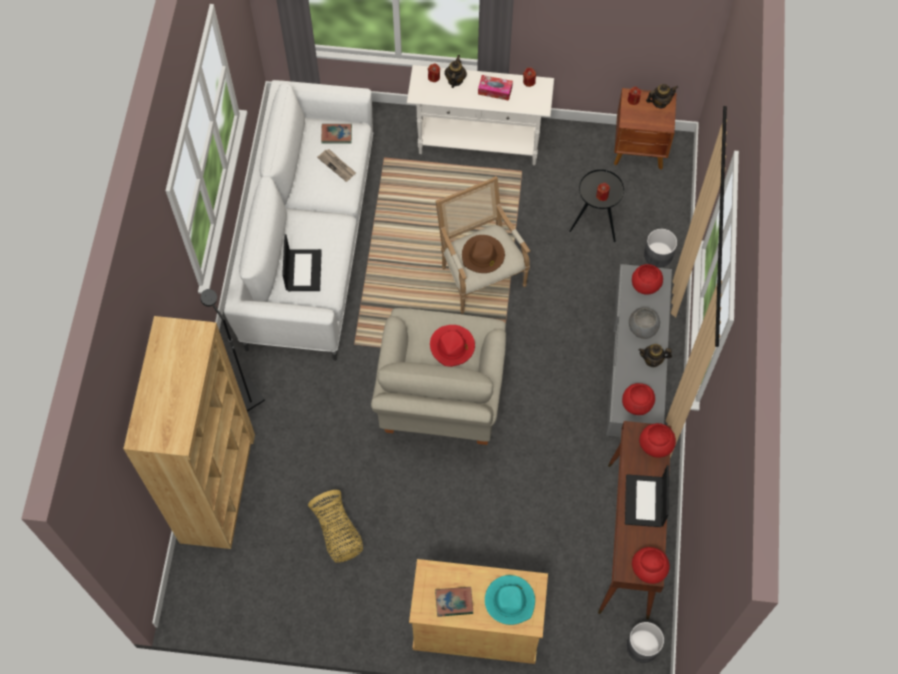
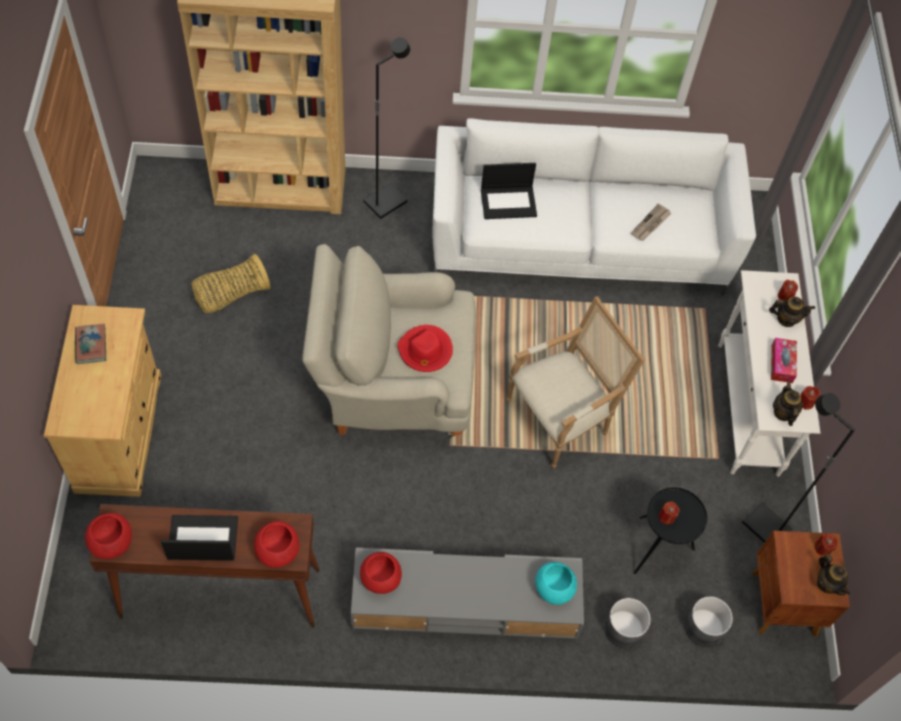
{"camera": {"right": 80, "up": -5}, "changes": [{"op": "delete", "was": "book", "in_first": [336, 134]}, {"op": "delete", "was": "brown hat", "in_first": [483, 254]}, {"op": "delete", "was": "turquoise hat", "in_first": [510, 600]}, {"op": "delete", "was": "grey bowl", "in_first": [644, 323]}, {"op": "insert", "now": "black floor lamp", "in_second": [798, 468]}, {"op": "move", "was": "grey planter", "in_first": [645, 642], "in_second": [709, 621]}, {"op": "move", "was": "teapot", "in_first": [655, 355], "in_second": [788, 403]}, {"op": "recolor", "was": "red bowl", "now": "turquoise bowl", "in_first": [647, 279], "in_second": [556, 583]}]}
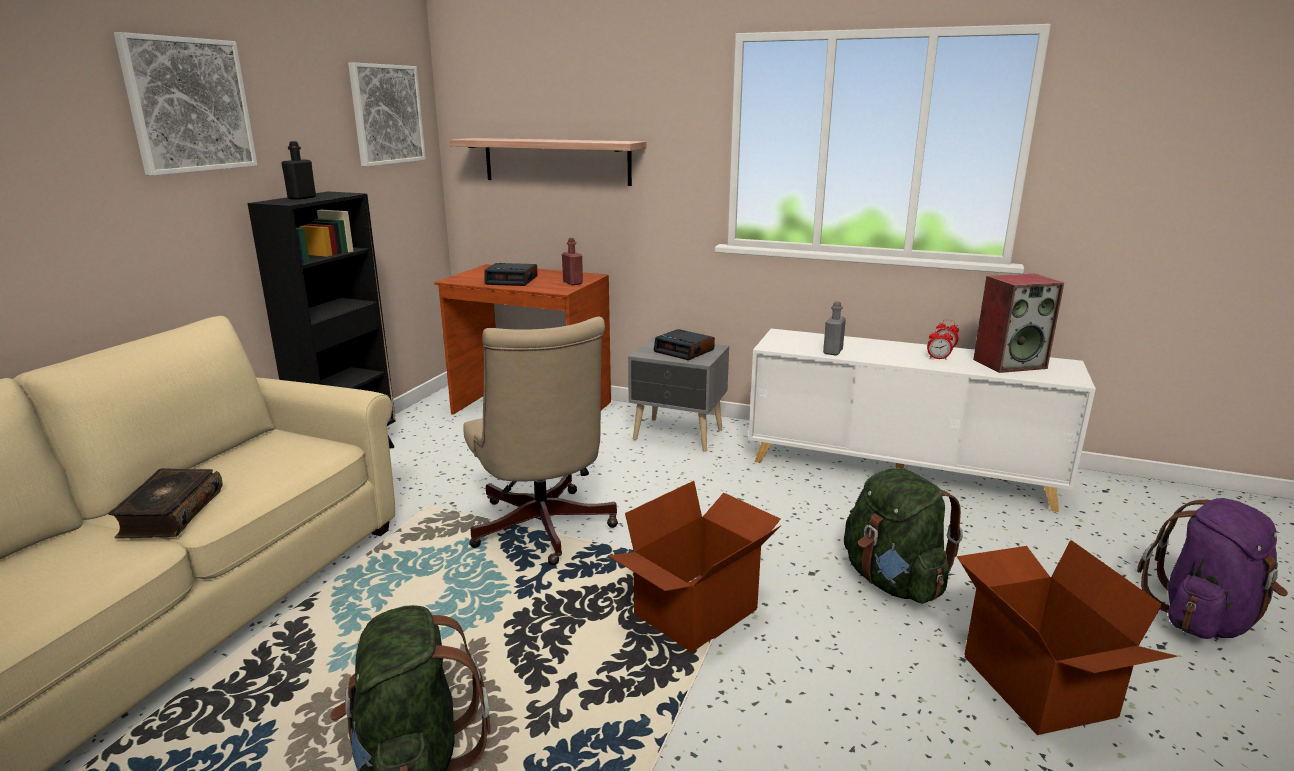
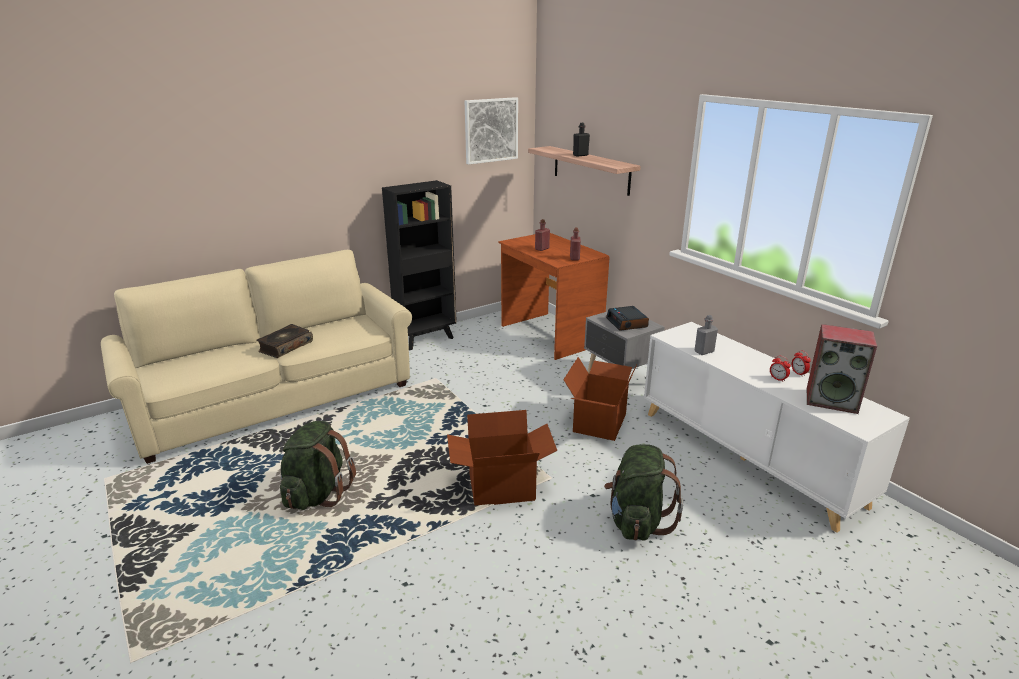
{"camera": {"right": 35, "up": 5}, "changes": [{"op": "delete", "was": "picture", "in_first": [185, 104]}, {"op": "delete", "was": "beige office chair", "in_first": [540, 441]}, {"op": "delete", "was": "purple backpack", "in_first": [1212, 568]}, {"op": "move", "was": "black bottle", "in_first": [298, 170], "in_second": [581, 140]}, {"op": "move", "was": "cardboard box", "in_first": [1067, 637], "in_second": [600, 399]}, {"op": "replace", "was": "alarm clock", "now": "red bottle", "in_first": [511, 274], "in_second": [542, 235]}]}
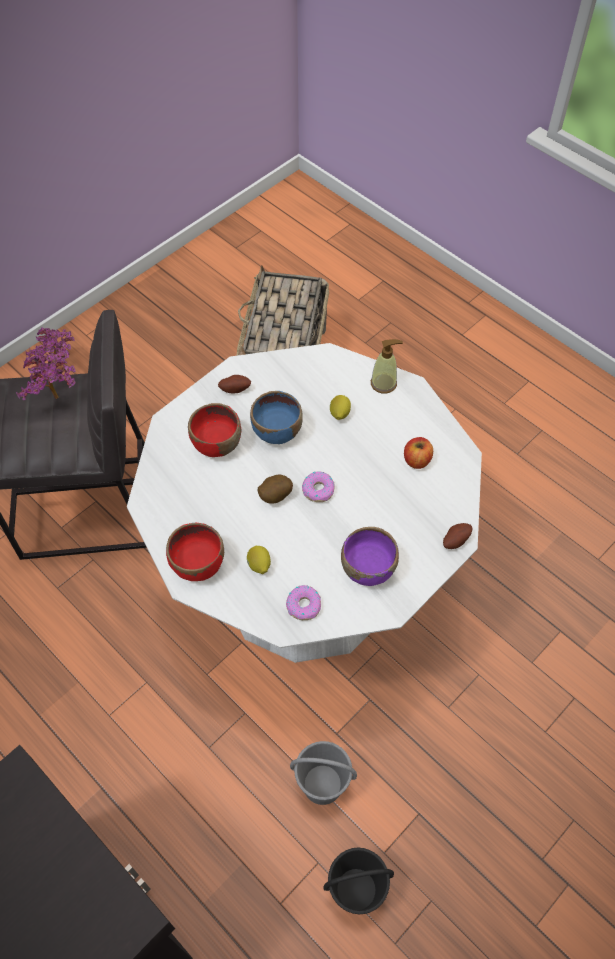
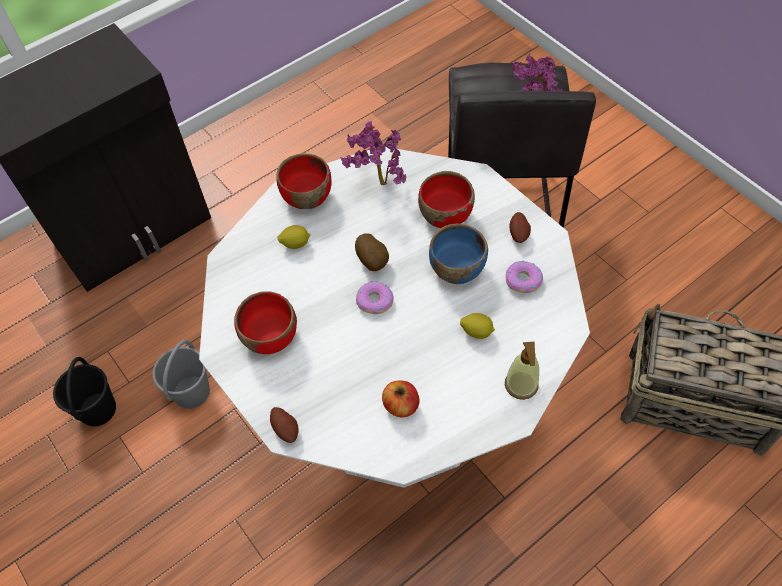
{"camera": {"right": 100, "up": 0}, "changes": [{"op": "move", "was": "potted plant", "in_first": [50, 344], "in_second": [373, 153]}, {"op": "move", "was": "donut", "in_first": [303, 602], "in_second": [524, 277]}, {"op": "recolor", "was": "purple bowl", "now": "red bowl", "in_first": [370, 556], "in_second": [265, 322]}]}
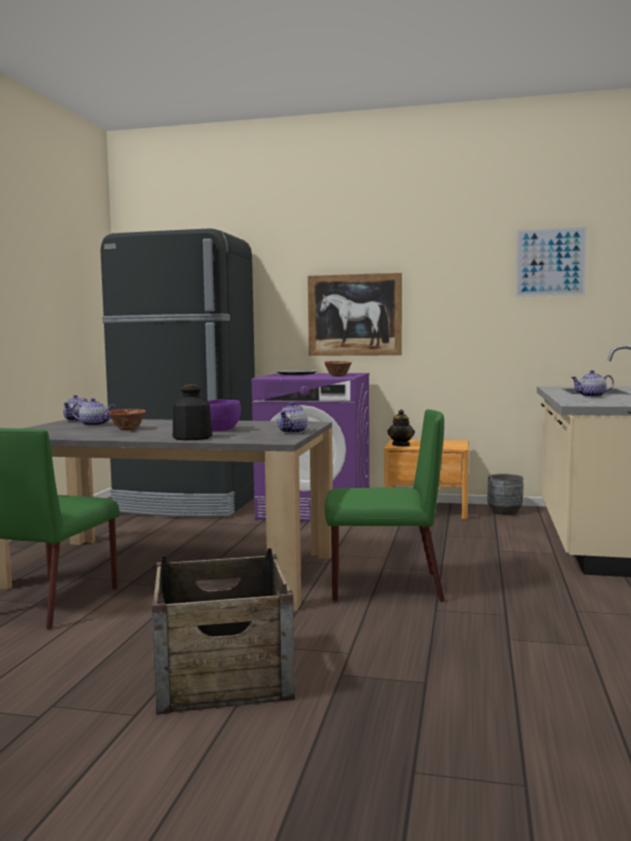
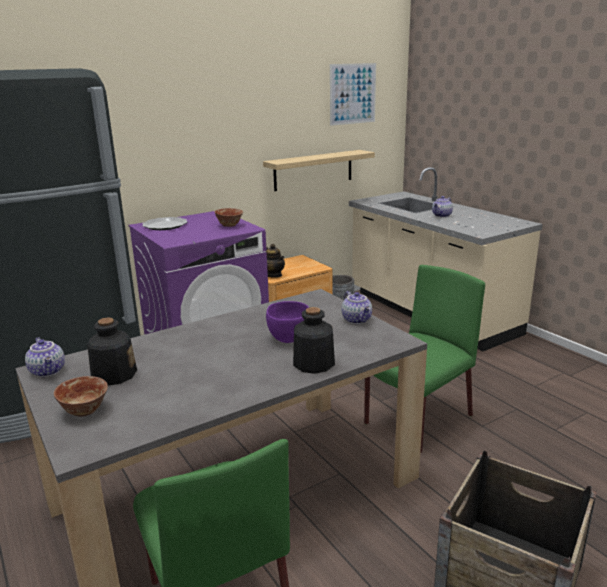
{"camera": {"right": -45, "up": 15}, "changes": [{"op": "delete", "was": "picture", "in_first": [355, 314]}, {"op": "insert", "now": "shelf", "in_second": [319, 170]}, {"op": "move", "was": "bowl", "in_first": [127, 419], "in_second": [81, 396]}, {"op": "replace", "was": "teapot", "now": "bottle", "in_first": [93, 412], "in_second": [112, 351]}]}
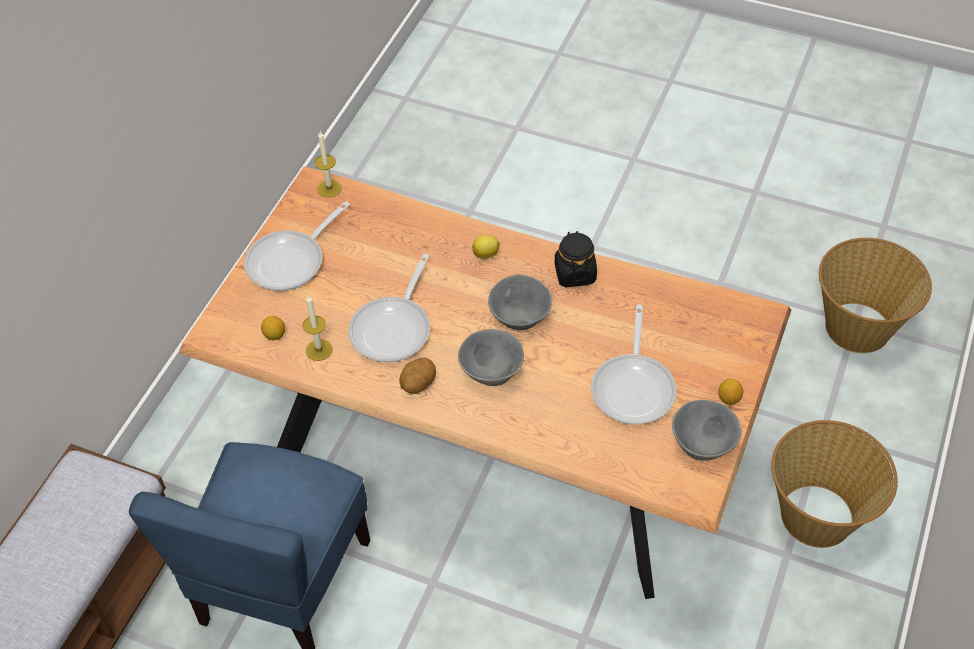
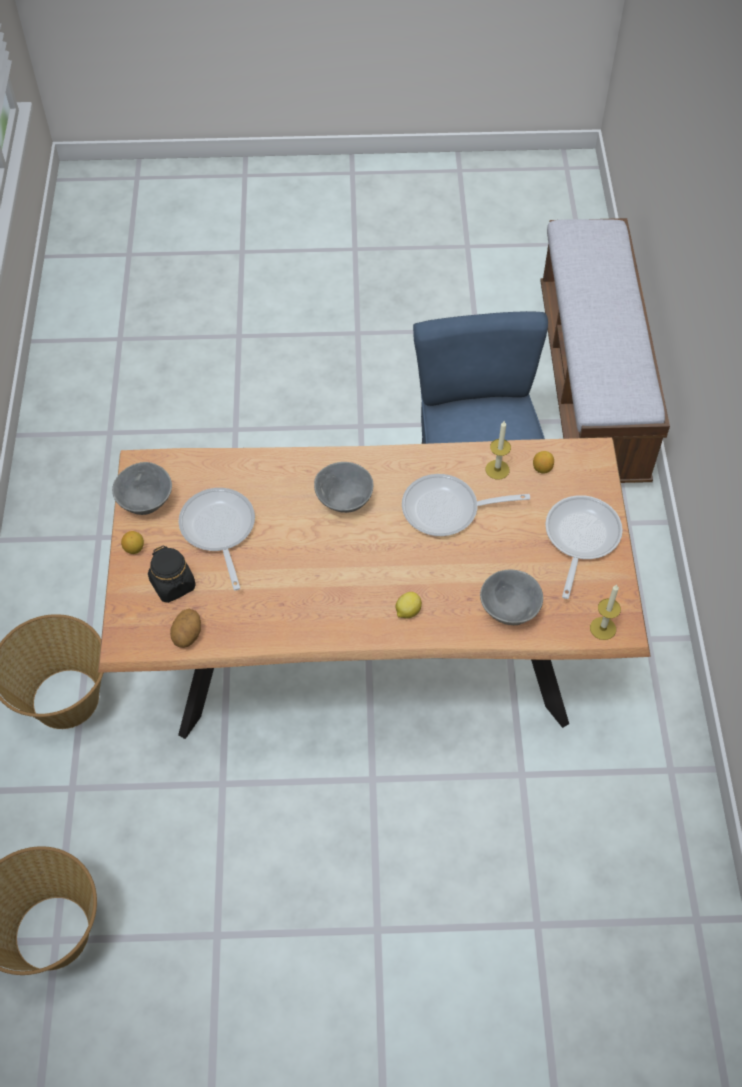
{"camera": {"right": 155, "up": 5}, "changes": [{"op": "move", "was": "potato", "in_first": [417, 376], "in_second": [185, 628]}, {"op": "move", "was": "grey bowl", "in_first": [520, 302], "in_second": [511, 597]}, {"op": "move", "was": "black jar", "in_first": [576, 259], "in_second": [172, 574]}, {"op": "rotate", "was": "frying pan", "in_first": [389, 308], "in_second": [466, 505], "clockwise": -90}]}
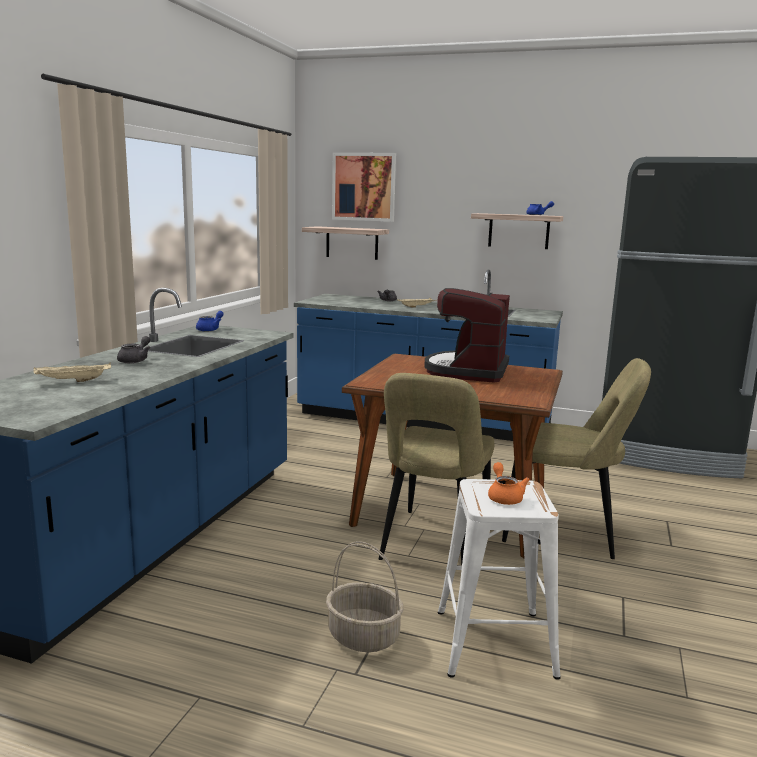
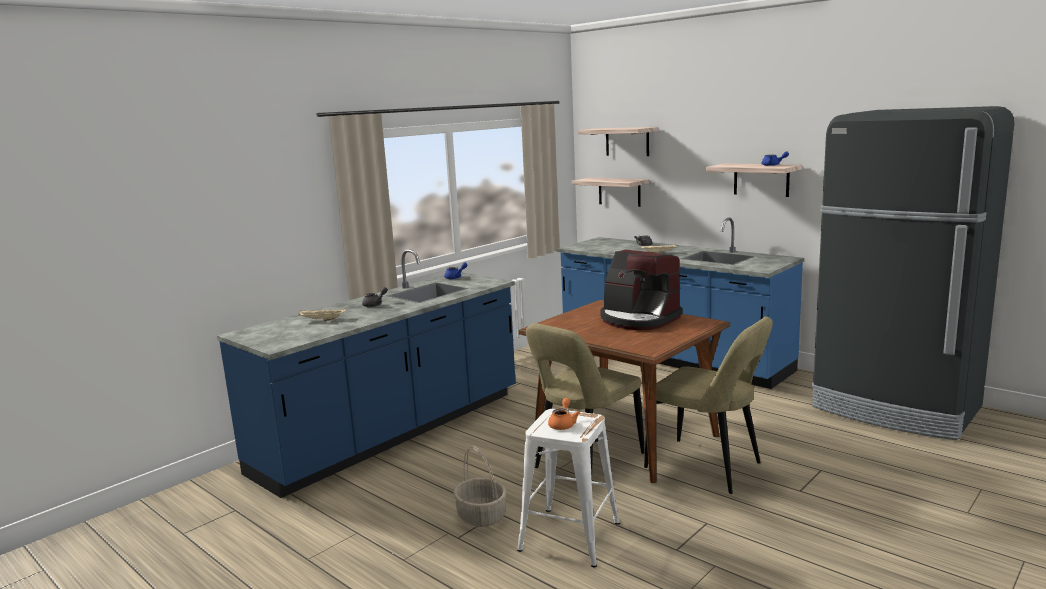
{"camera": {"right": 25, "up": 0}, "changes": [{"op": "replace", "was": "picture", "now": "shelf", "in_first": [364, 187], "in_second": [618, 141]}, {"op": "rotate", "was": "coffee machine", "in_first": [467, 335], "in_second": [641, 290], "clockwise": -90}]}
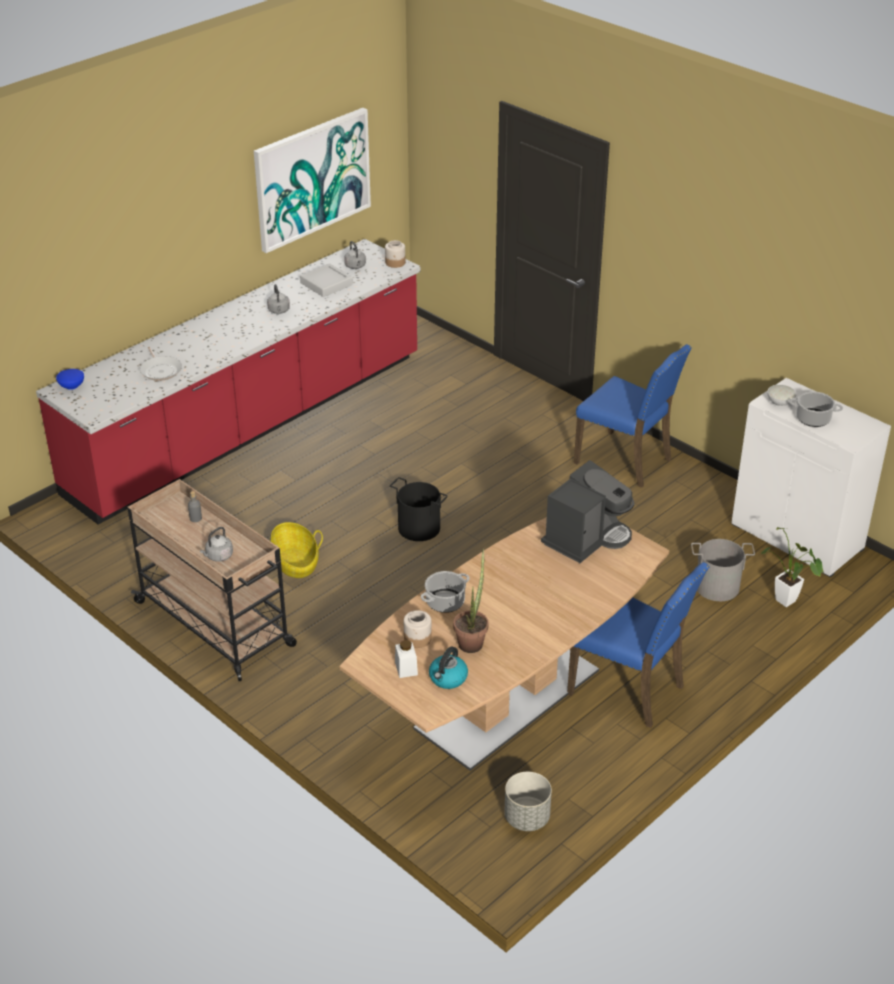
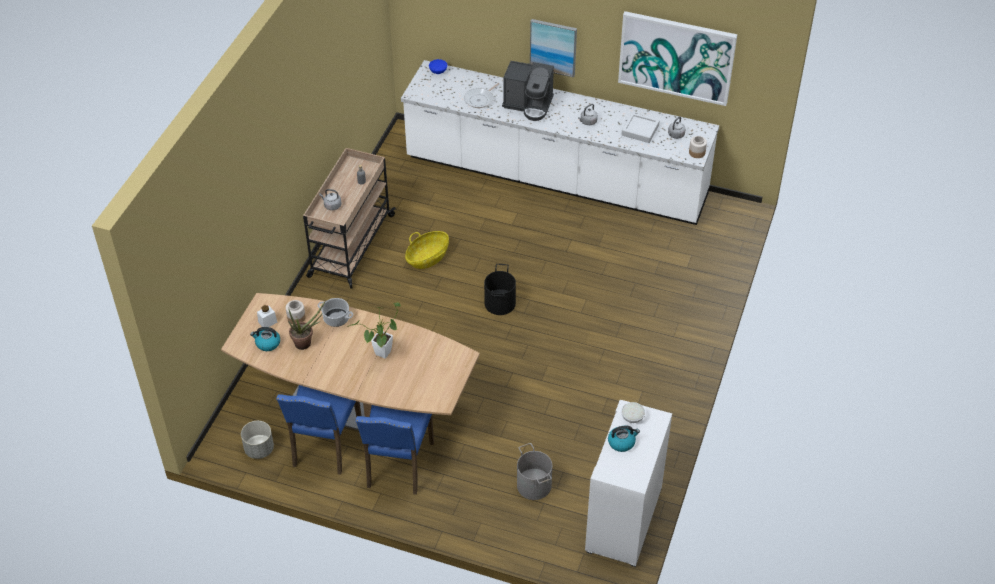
{"camera": {"right": 65, "up": 10}, "changes": [{"op": "insert", "now": "picture", "in_second": [553, 48]}, {"op": "move", "was": "coffee machine", "in_first": [587, 511], "in_second": [528, 91]}, {"op": "move", "was": "blue chair", "in_first": [633, 416], "in_second": [319, 430]}, {"op": "move", "was": "potted plant", "in_first": [792, 567], "in_second": [375, 330]}, {"op": "replace", "was": "cooking pot", "now": "kettle", "in_first": [816, 409], "in_second": [624, 438]}, {"op": "recolor", "was": "red counter", "now": "white counter", "in_first": [228, 382], "in_second": [560, 142]}]}
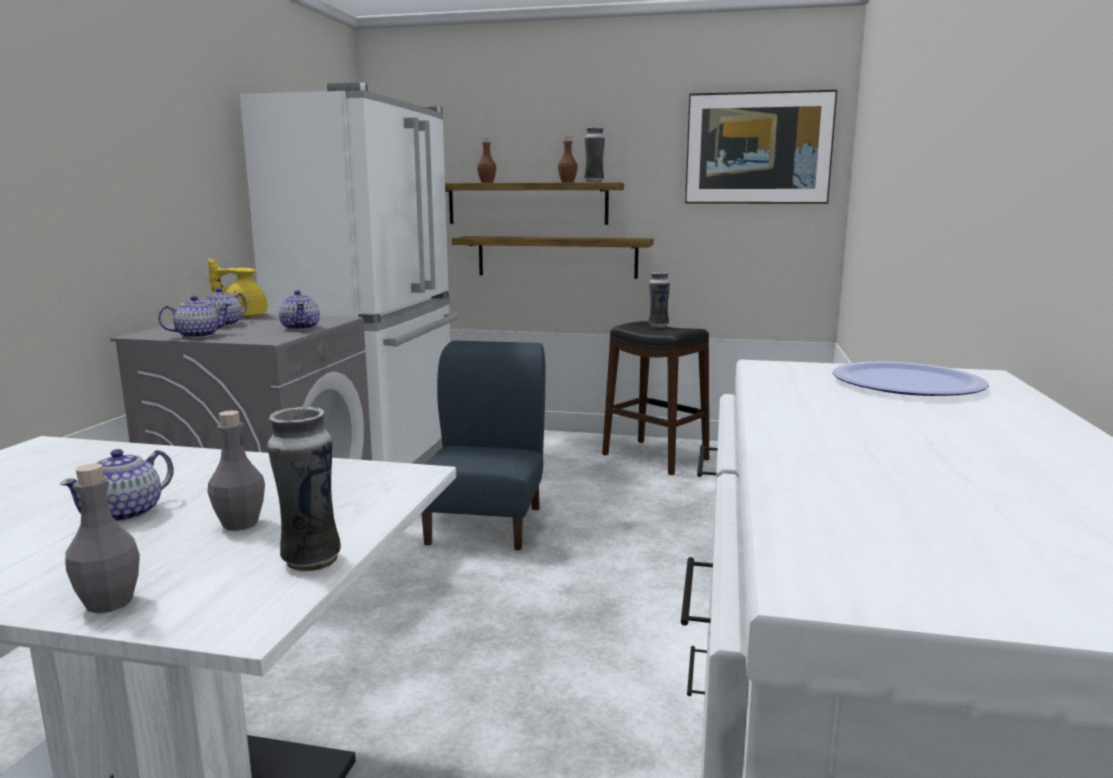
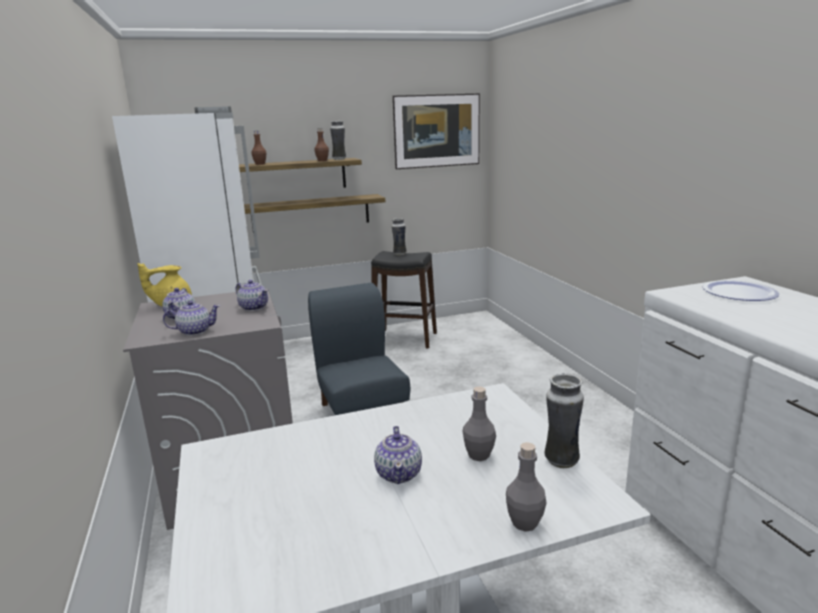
{"camera": {"right": -30, "up": 5}, "changes": [{"op": "rotate", "was": "teapot", "in_first": [194, 317], "in_second": [191, 318], "clockwise": 45}]}
